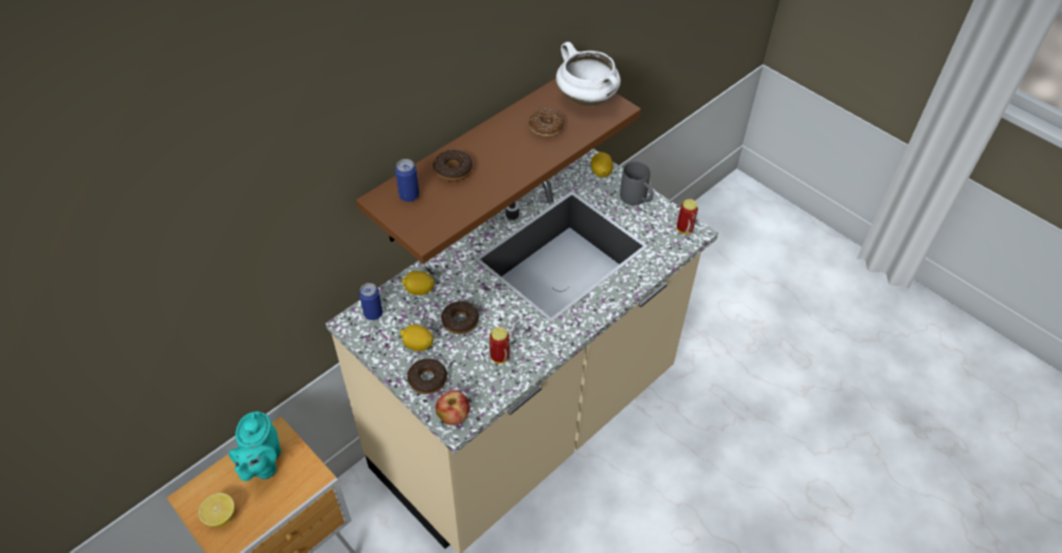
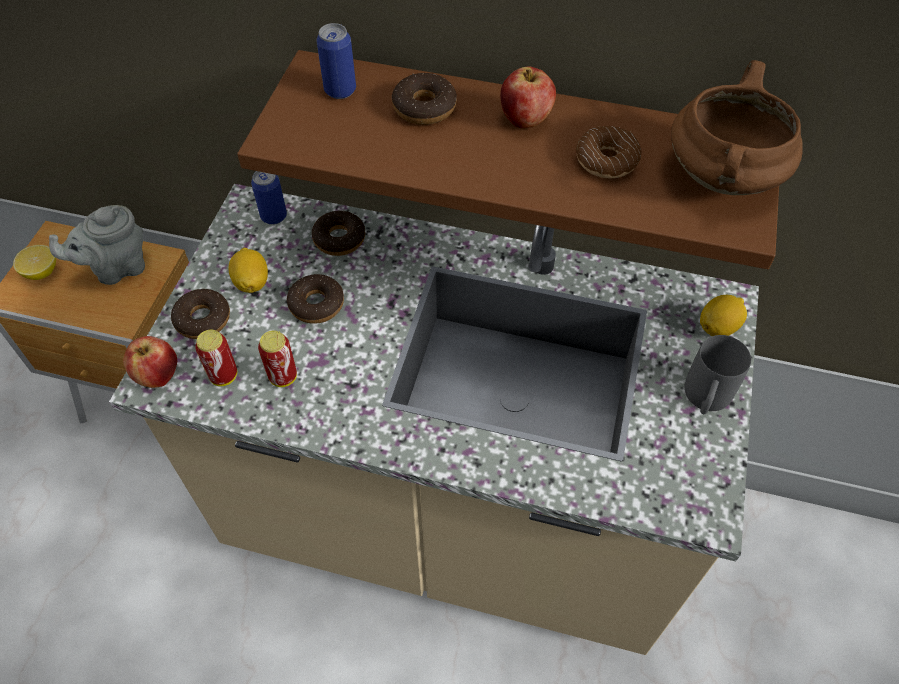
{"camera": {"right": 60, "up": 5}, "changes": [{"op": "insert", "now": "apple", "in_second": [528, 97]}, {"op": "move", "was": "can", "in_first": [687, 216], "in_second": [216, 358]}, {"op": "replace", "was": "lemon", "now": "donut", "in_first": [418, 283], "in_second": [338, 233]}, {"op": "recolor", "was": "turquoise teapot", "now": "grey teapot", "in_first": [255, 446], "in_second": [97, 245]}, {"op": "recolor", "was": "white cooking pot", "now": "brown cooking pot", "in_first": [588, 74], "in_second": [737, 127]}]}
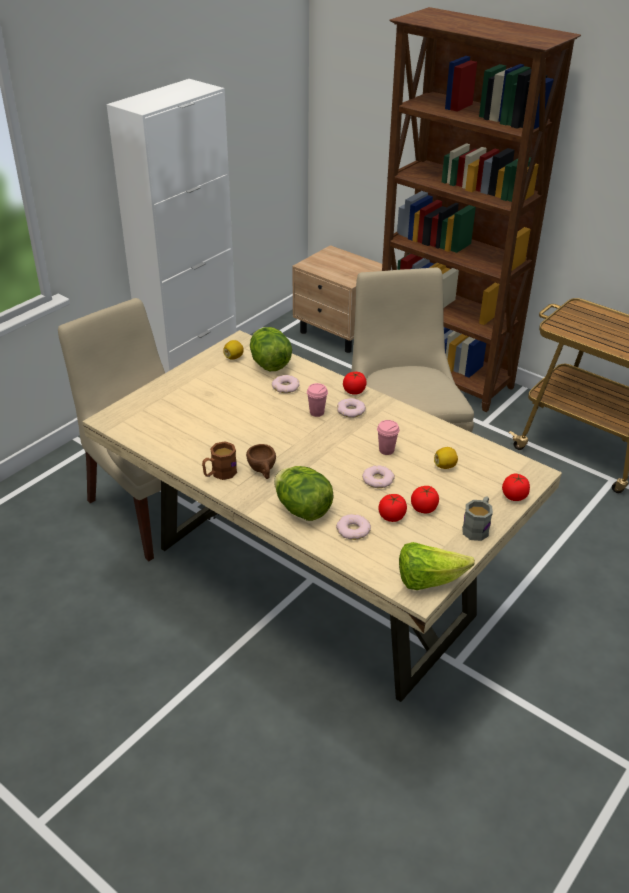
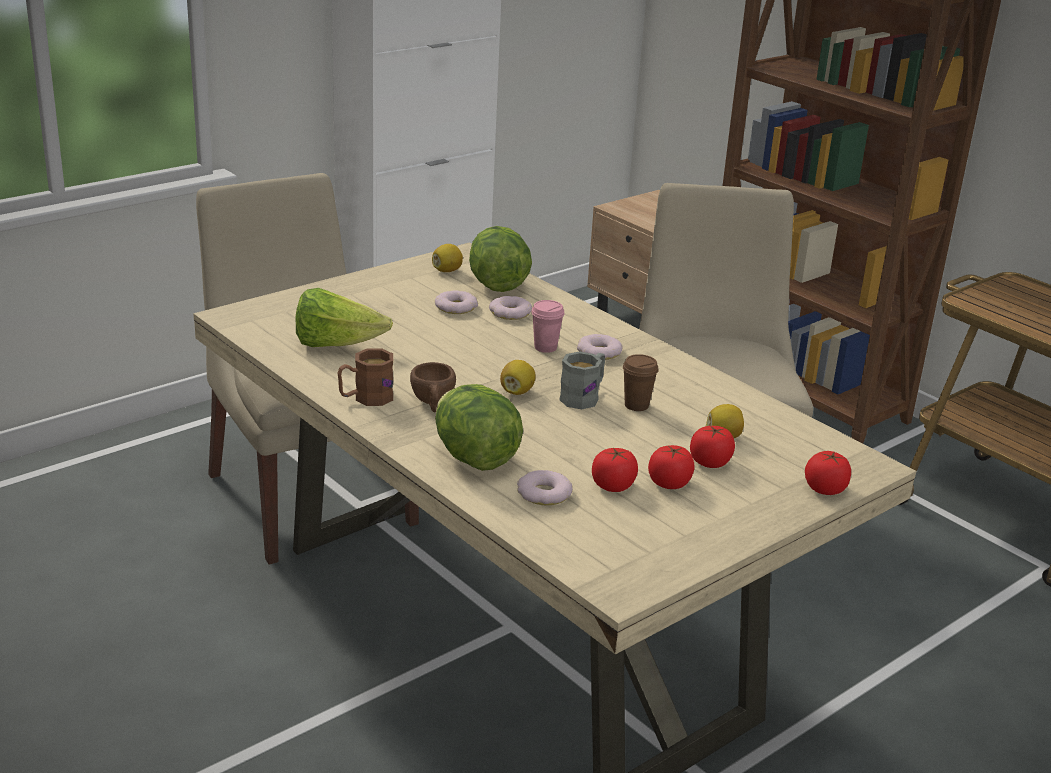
{"camera": {"right": 10, "up": -10}, "changes": [{"op": "insert", "now": "lemon", "in_second": [518, 377]}, {"op": "move", "was": "tomato", "in_first": [355, 383], "in_second": [712, 447]}, {"op": "move", "was": "donut", "in_first": [378, 477], "in_second": [456, 302]}, {"op": "move", "was": "lettuce", "in_first": [437, 566], "in_second": [344, 317]}, {"op": "move", "was": "grey mug", "in_first": [477, 518], "in_second": [582, 380]}, {"op": "recolor", "was": "pink cup", "now": "brown cup", "in_first": [388, 437], "in_second": [641, 382]}]}
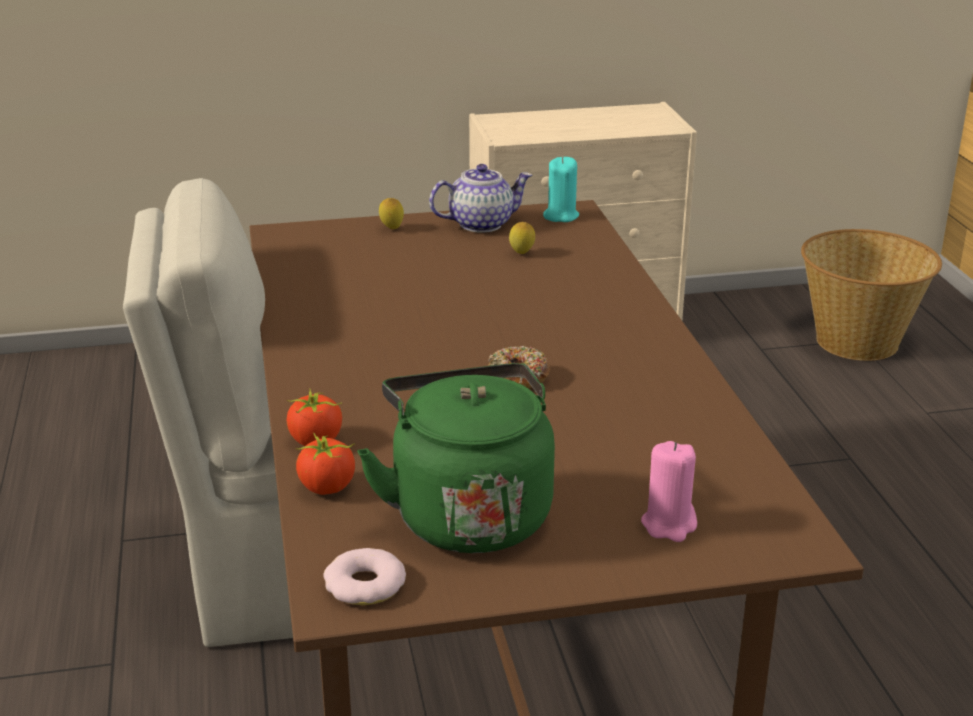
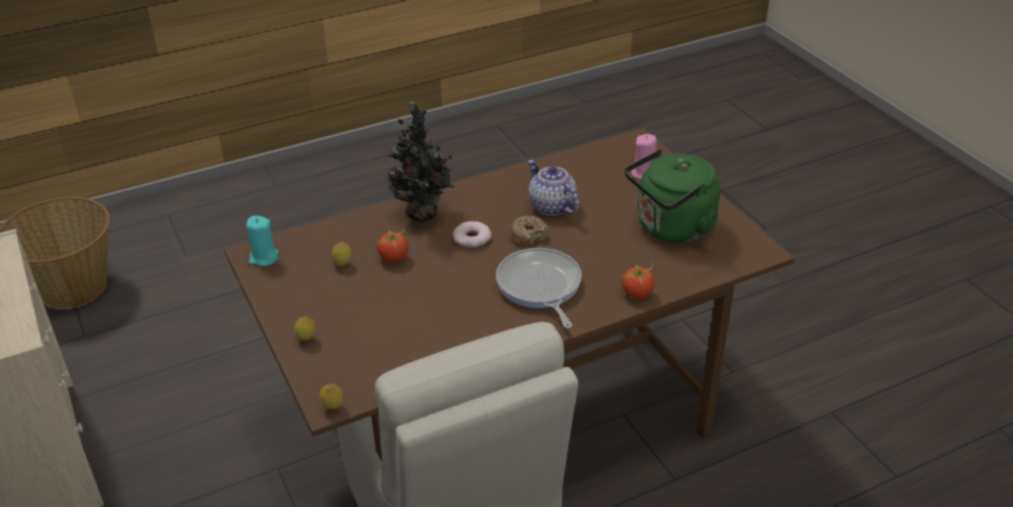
{"camera": {"right": -105, "up": 10}, "changes": [{"op": "insert", "now": "lemon", "in_second": [331, 396]}, {"op": "insert", "now": "potted plant", "in_second": [421, 161]}, {"op": "insert", "now": "frying pan", "in_second": [539, 288]}, {"op": "move", "was": "tomato", "in_first": [325, 464], "in_second": [393, 245]}, {"op": "move", "was": "donut", "in_first": [364, 576], "in_second": [472, 234]}, {"op": "move", "was": "teapot", "in_first": [481, 198], "in_second": [553, 188]}]}
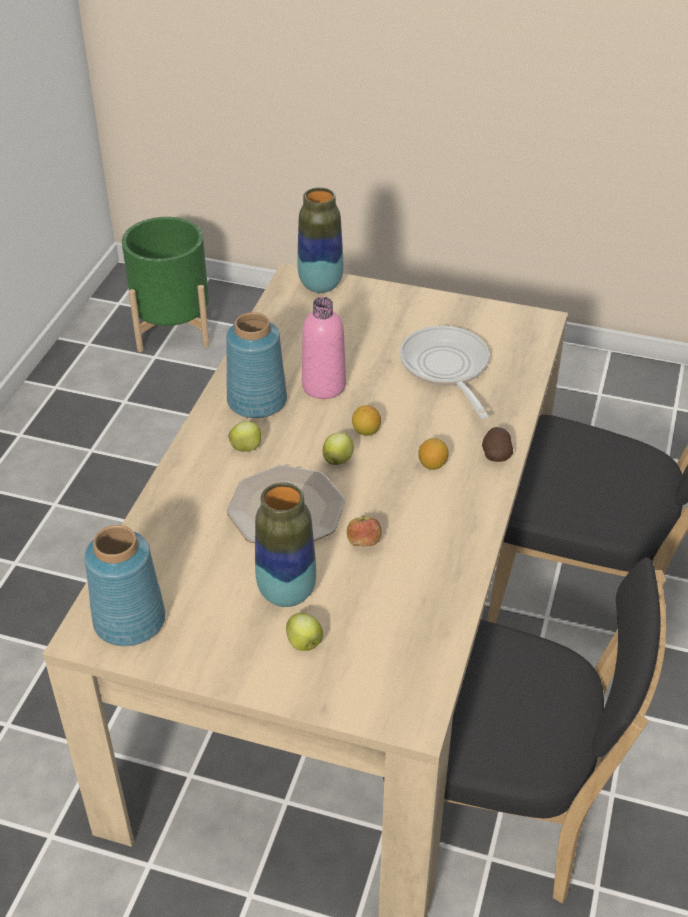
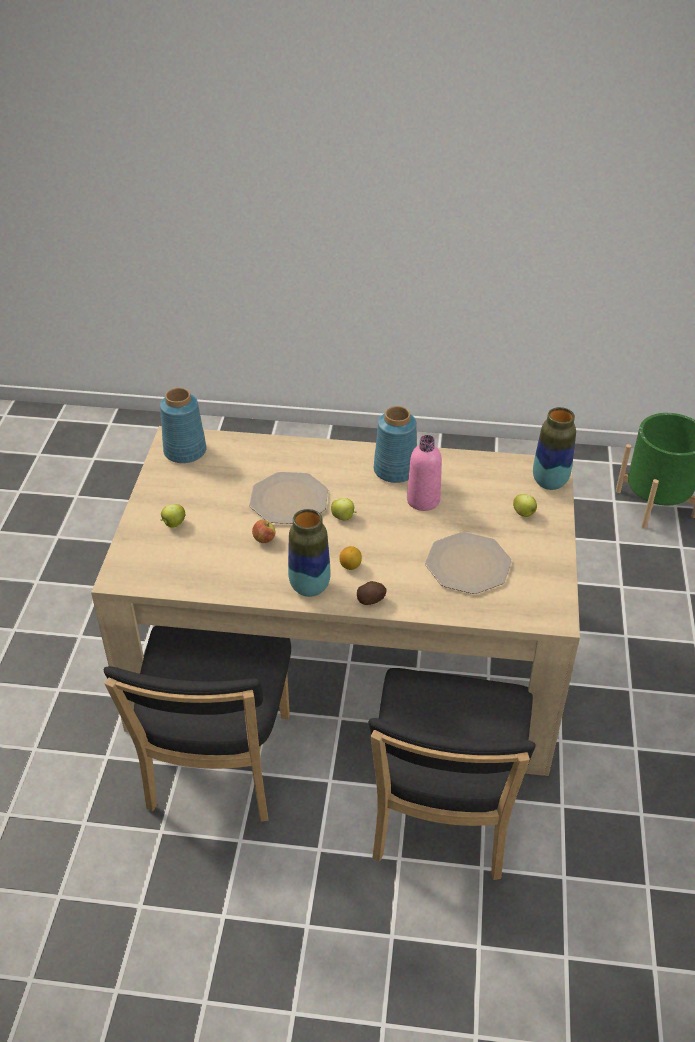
{"camera": {"right": 80, "up": 0}, "changes": [{"op": "delete", "was": "lemon", "in_first": [366, 420]}, {"op": "move", "was": "apple", "in_first": [245, 436], "in_second": [525, 505]}, {"op": "move", "was": "vase", "in_first": [285, 544], "in_second": [309, 553]}, {"op": "replace", "was": "frying pan", "now": "plate", "in_first": [444, 372], "in_second": [468, 563]}]}
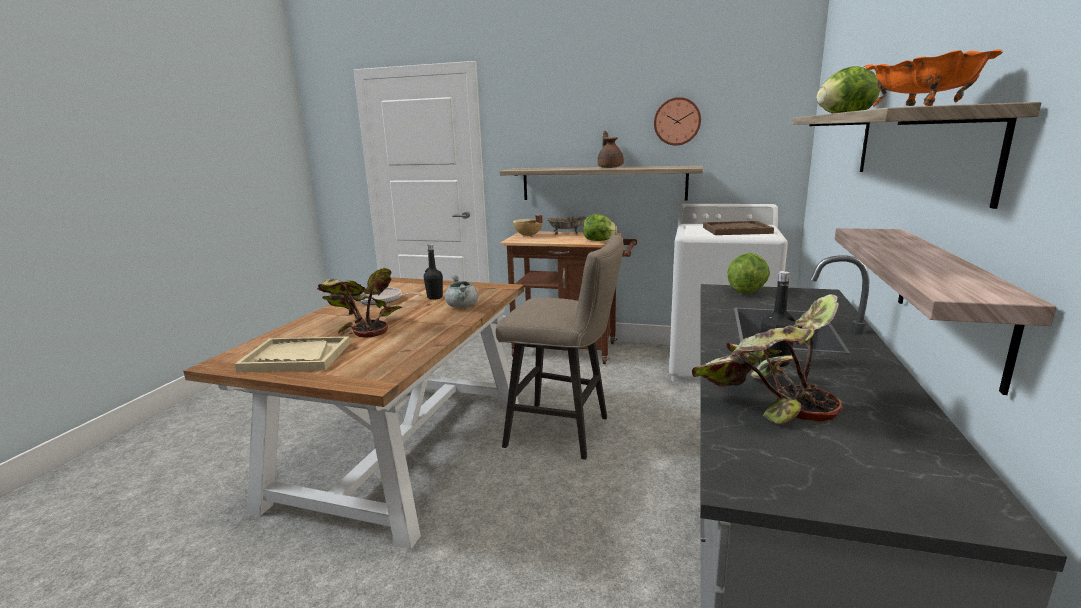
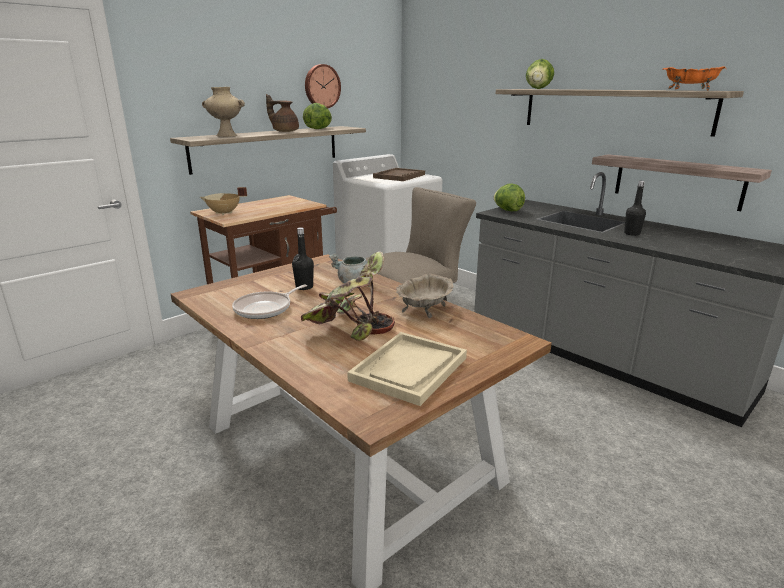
{"camera": {"right": -60, "up": 5}, "changes": [{"op": "delete", "was": "potted plant", "in_first": [767, 359]}, {"op": "insert", "now": "beige vase", "in_second": [223, 112]}, {"op": "move", "was": "beige bowl", "in_first": [566, 225], "in_second": [425, 296]}, {"op": "move", "was": "lettuce", "in_first": [600, 227], "in_second": [317, 116]}]}
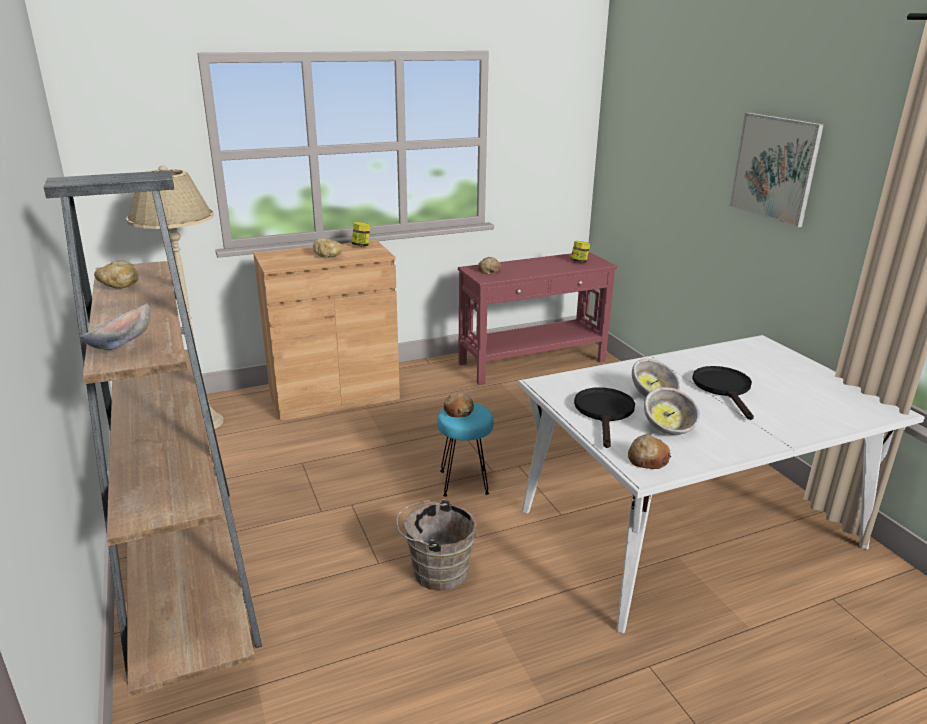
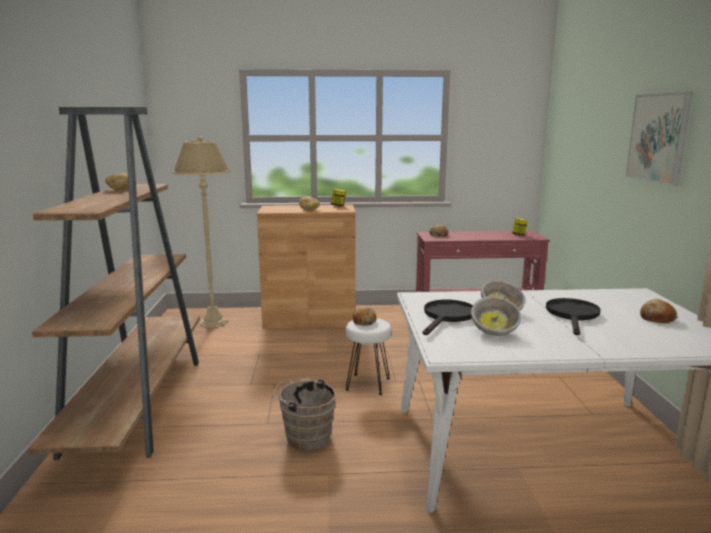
{"camera": {"right": 20, "up": -10}, "changes": [{"op": "delete", "was": "bowl", "in_first": [115, 326]}, {"op": "move", "was": "bread", "in_first": [649, 451], "in_second": [658, 311]}, {"op": "recolor", "was": "turquoise stool", "now": "white stool", "in_first": [465, 450], "in_second": [368, 356]}]}
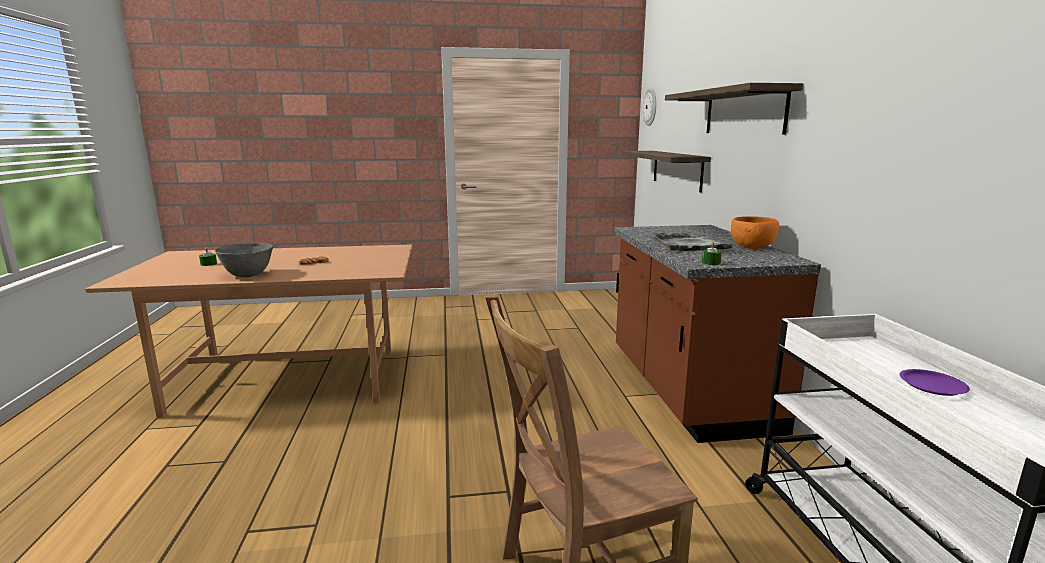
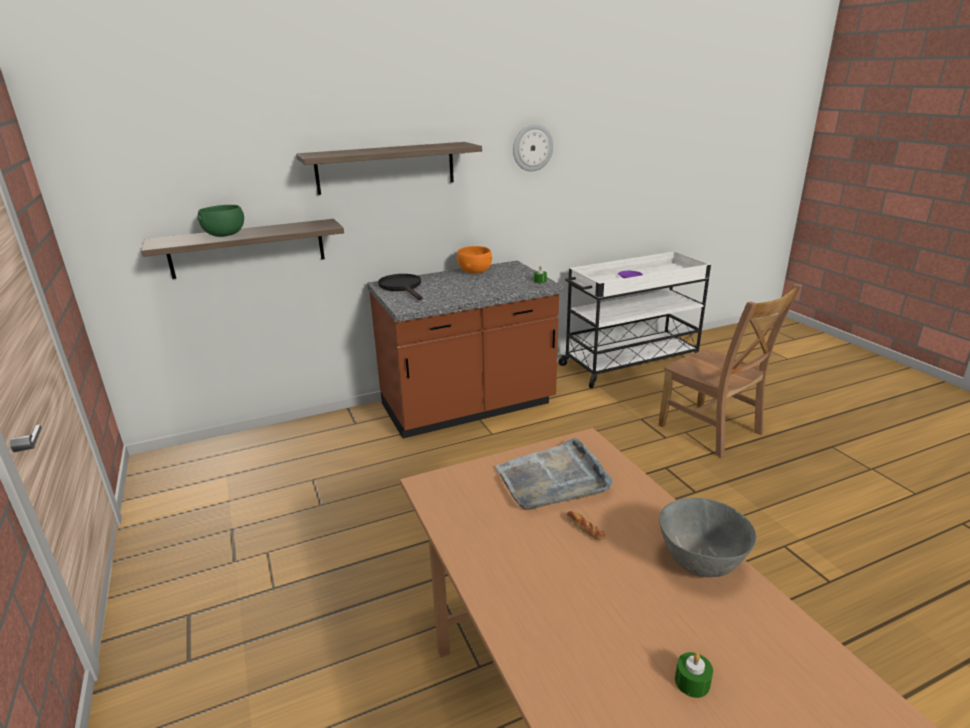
{"camera": {"right": -105, "up": 10}, "changes": [{"op": "insert", "now": "green bowl", "in_second": [220, 221]}, {"op": "insert", "now": "black frying pan", "in_second": [400, 287]}, {"op": "move", "was": "wall clock", "in_first": [649, 107], "in_second": [533, 148]}, {"op": "move", "was": "grey tray", "in_first": [692, 242], "in_second": [554, 473]}]}
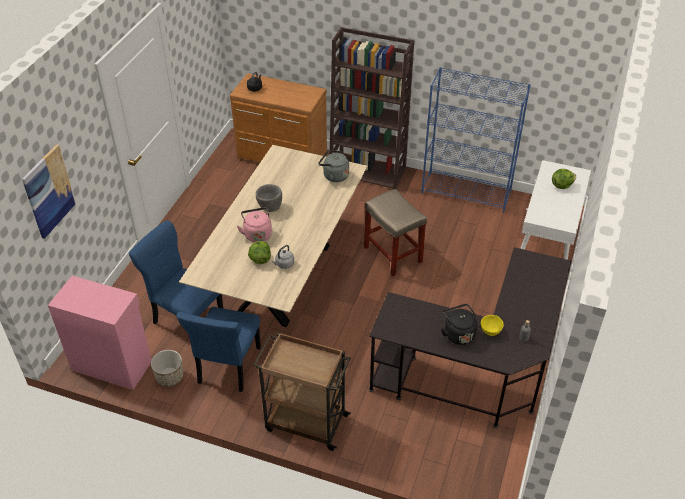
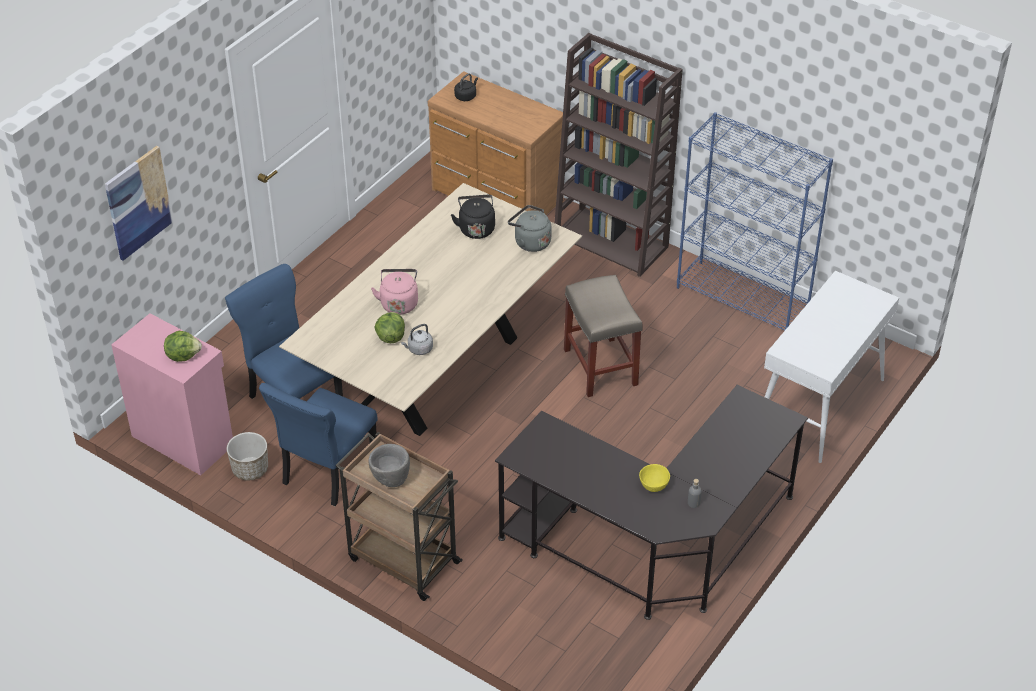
{"camera": {"right": 15, "up": 0}, "changes": [{"op": "move", "was": "grey bowl", "in_first": [269, 198], "in_second": [389, 465]}, {"op": "move", "was": "black kettle", "in_first": [459, 324], "in_second": [473, 217]}, {"op": "move", "was": "lettuce", "in_first": [564, 179], "in_second": [183, 346]}]}
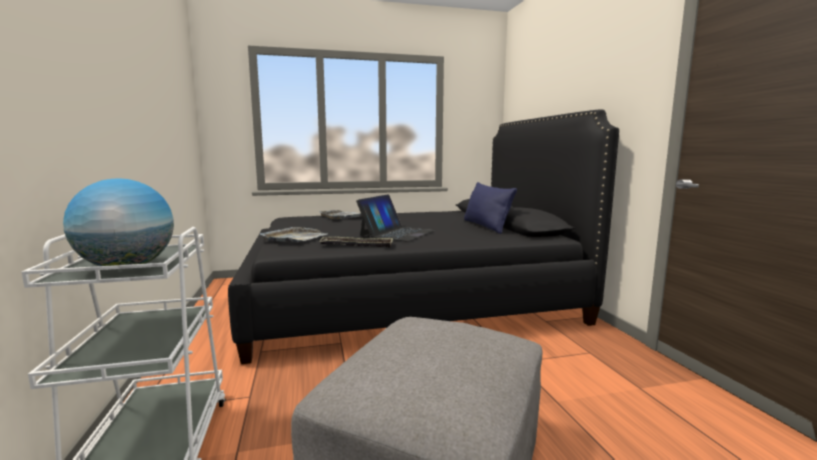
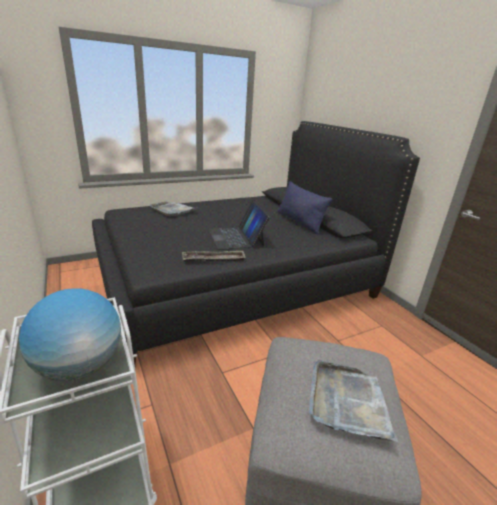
{"camera": {"right": -15, "up": 15}, "changes": [{"op": "move", "was": "grey tray", "in_first": [293, 234], "in_second": [353, 401]}, {"op": "rotate", "was": "laptop", "in_first": [395, 218], "in_second": [239, 225], "clockwise": 150}]}
